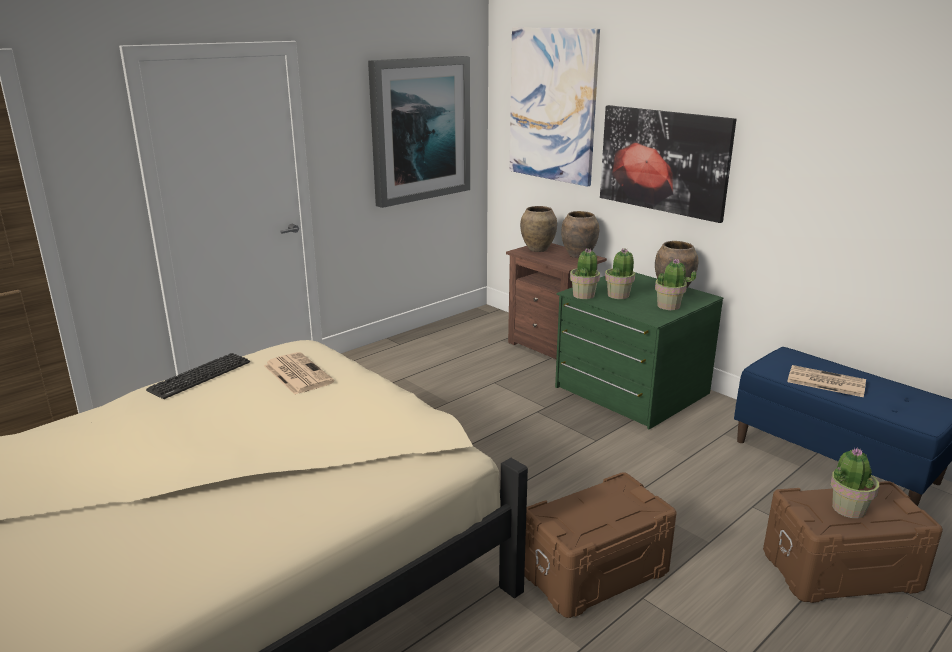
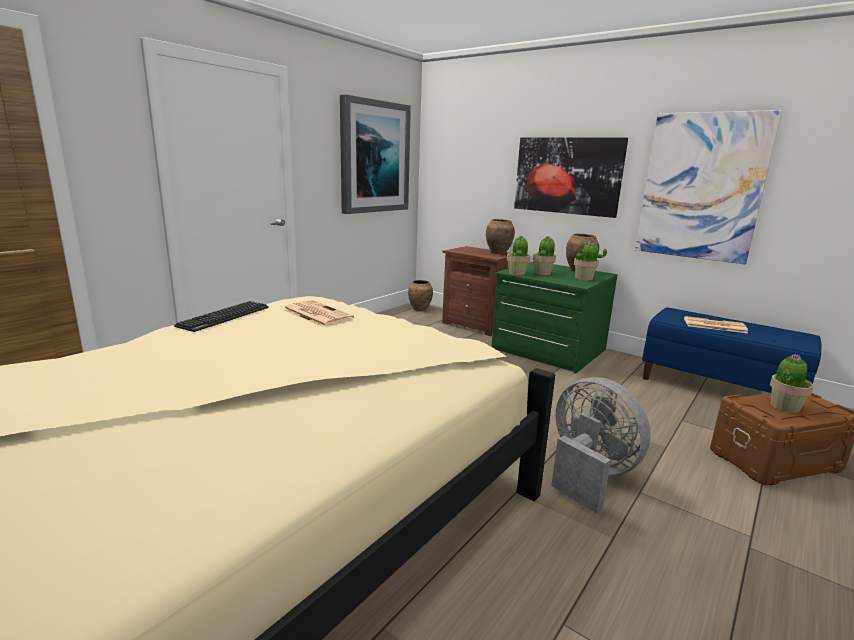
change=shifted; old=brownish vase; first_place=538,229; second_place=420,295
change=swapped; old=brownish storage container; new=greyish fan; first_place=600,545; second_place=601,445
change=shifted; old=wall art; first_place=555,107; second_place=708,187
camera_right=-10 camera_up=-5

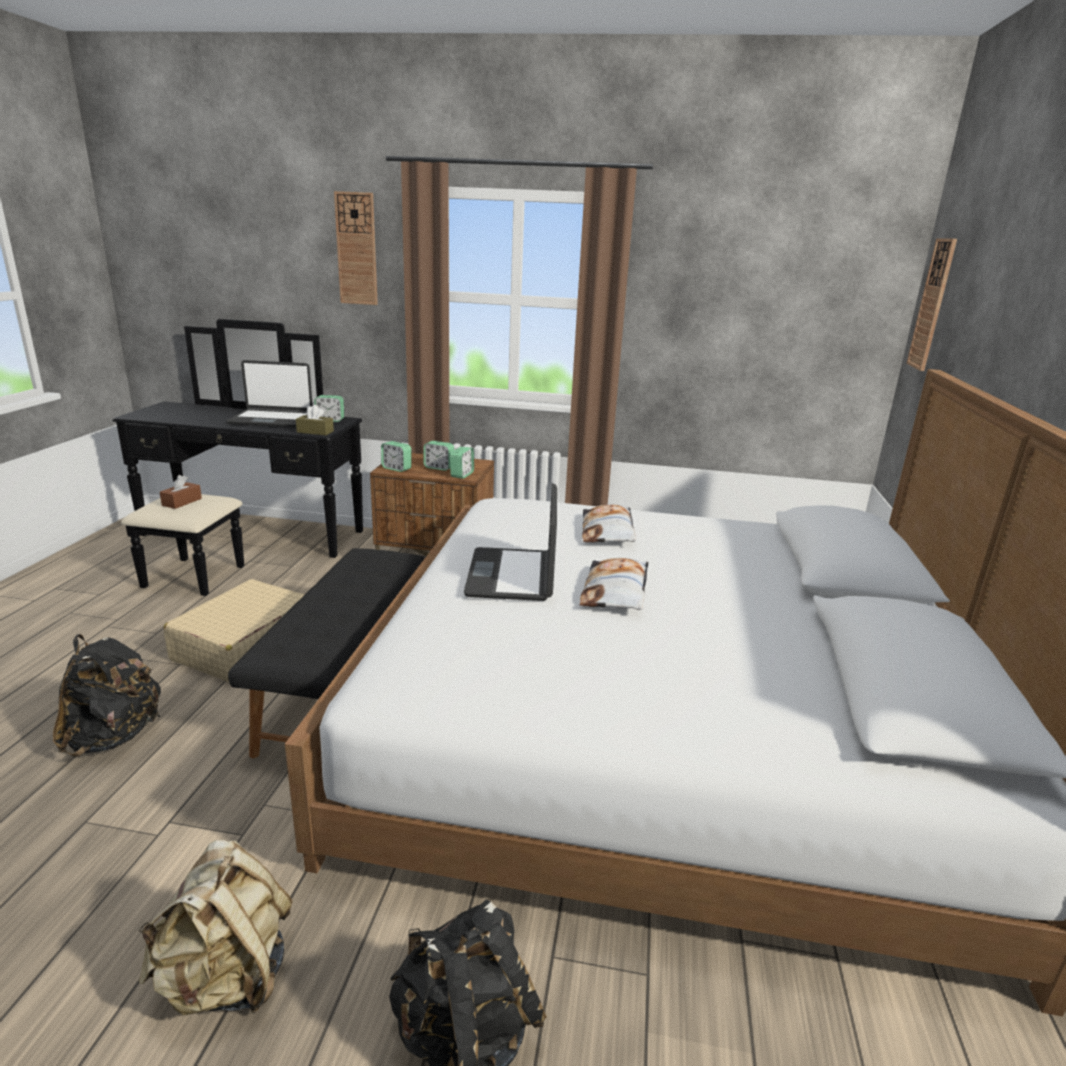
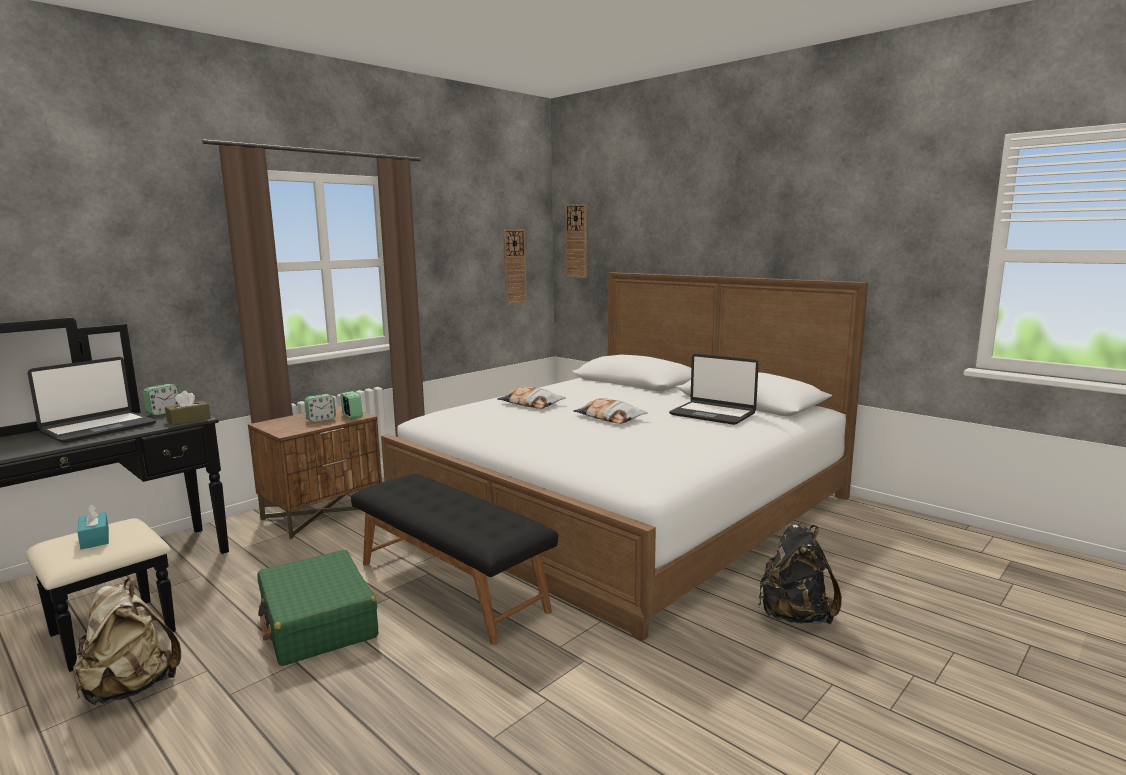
change=shifted; old=beige-coloured backpack; first_place=215,927; second_place=127,641
change=repainted; old=brownish tissue box; new=blue-green tissue box; first_place=181,492; second_place=93,526
change=repainted; old=beige-coloured travel case; new=greenish travel case; first_place=234,630; second_place=318,608
change=shifted; old=wall clock; first_place=356,248; second_place=515,267
change=shifted; old=notebook computer; first_place=510,542; second_place=714,389
change=gone; old=blackish backpack; first_place=107,695
change=gone; old=bedside clock; first_place=396,456
camera_right=-55 camera_up=-10

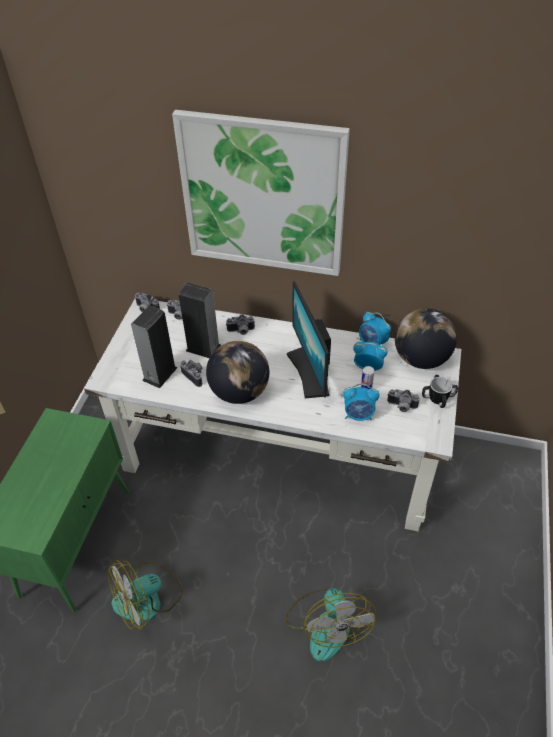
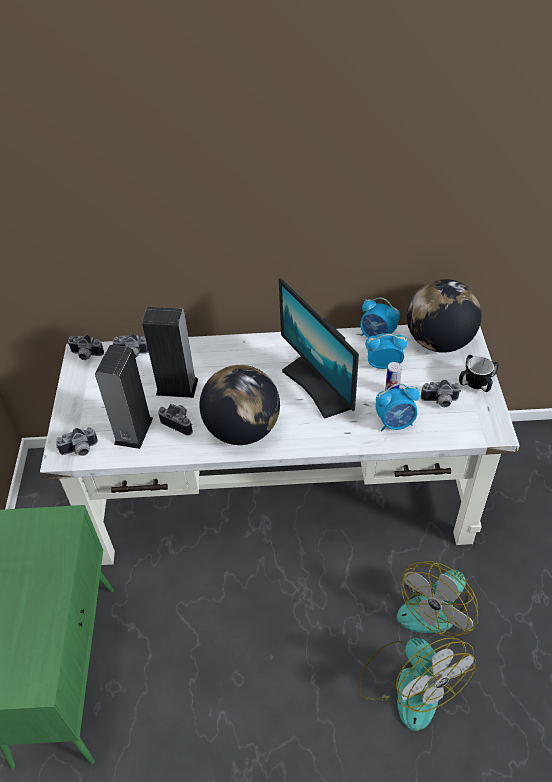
change=shifted; old=still camera; first_place=240,324; second_place=77,441
change=shifted; old=fan; first_place=145,595; second_place=437,599
change=gone; old=wall art; first_place=261,193
camera_right=-15 camera_up=0

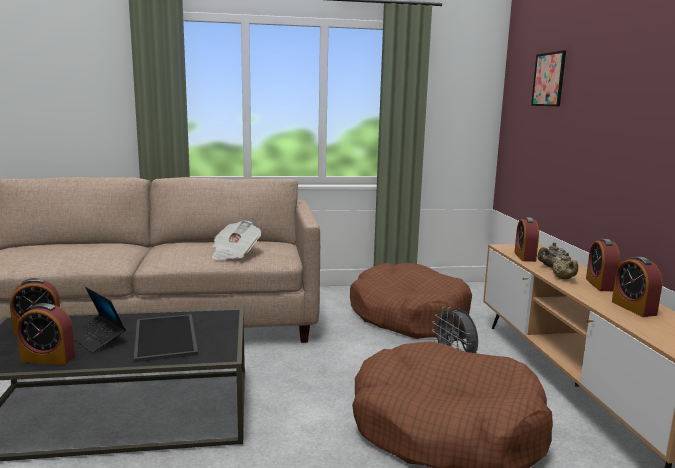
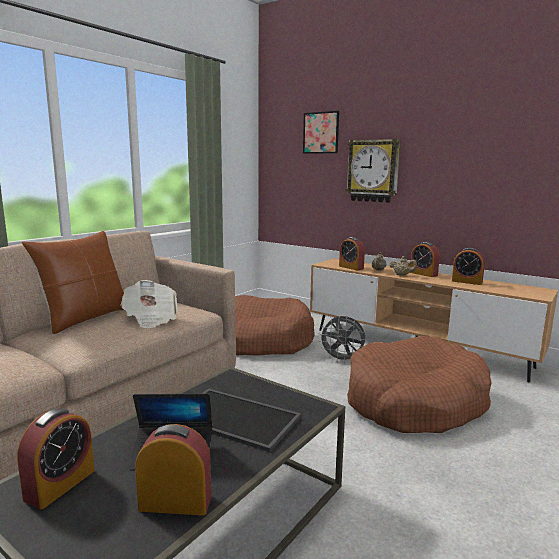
change=new; new=brownish pillow; second_place=73,282
change=rotated; old=bedside clock; first_place=46,334; second_place=173,470; degrees=-135
change=new; new=wall clock; second_place=373,171
camera_right=-45 camera_up=0

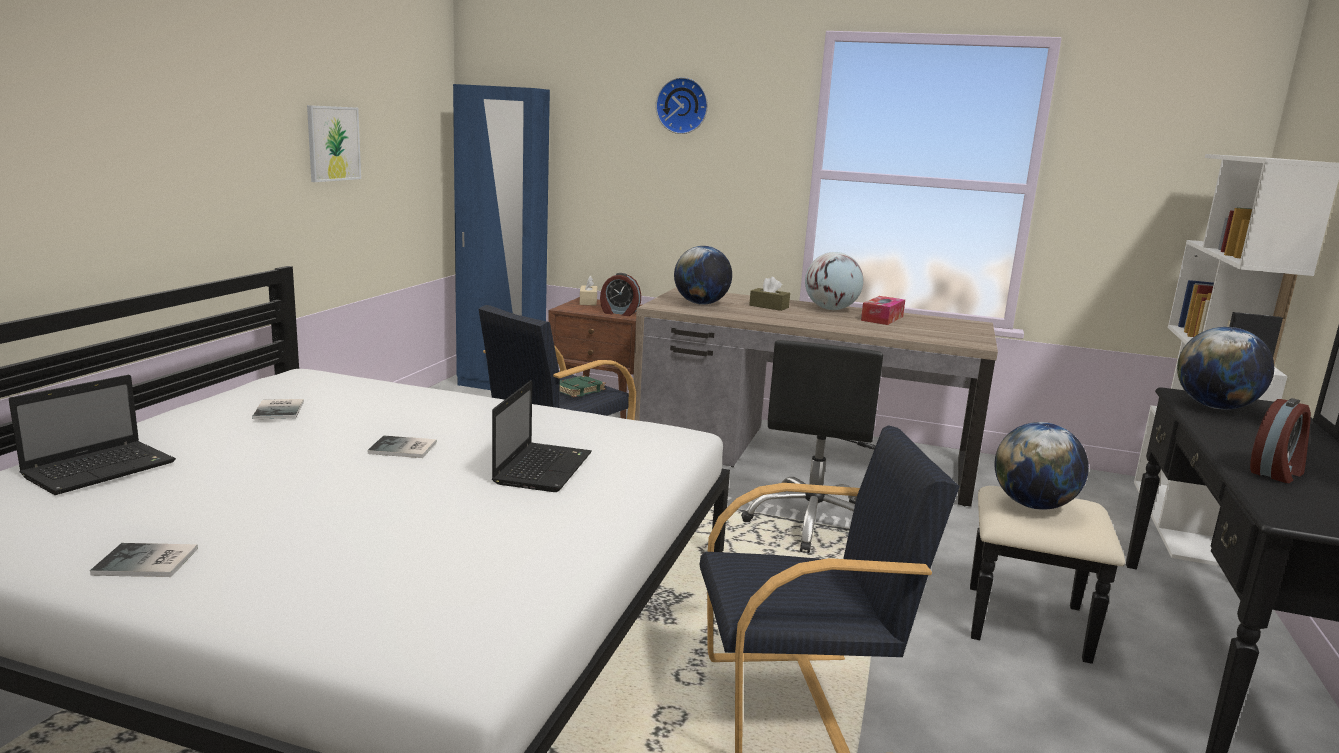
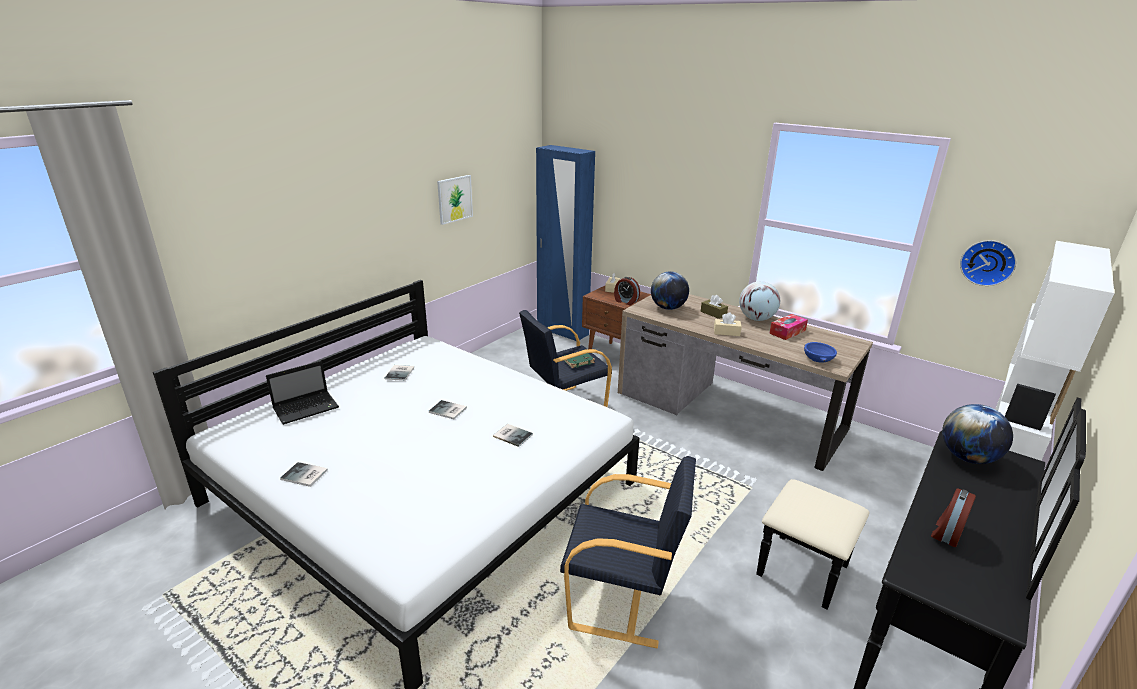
change=swapped; old=notebook computer; new=bound book; first_place=542,436; second_place=513,435
change=new; new=beige-coloured tissue box; second_place=728,324
change=new; new=bluish serving bowl; second_place=820,352
change=rotated; old=bedside clock; first_place=1280,440; second_place=953,517; degrees=150
change=shifted; old=wall clock; first_place=682,105; second_place=988,263
change=gone; old=blackish computer chair; first_place=812,446
change=gone; old=desk globe; first_place=1042,466
camera_right=20 camera_up=10

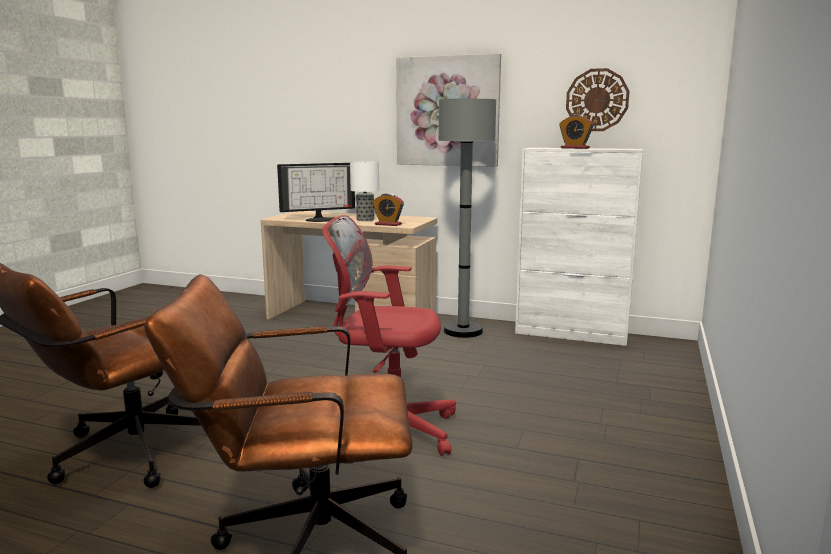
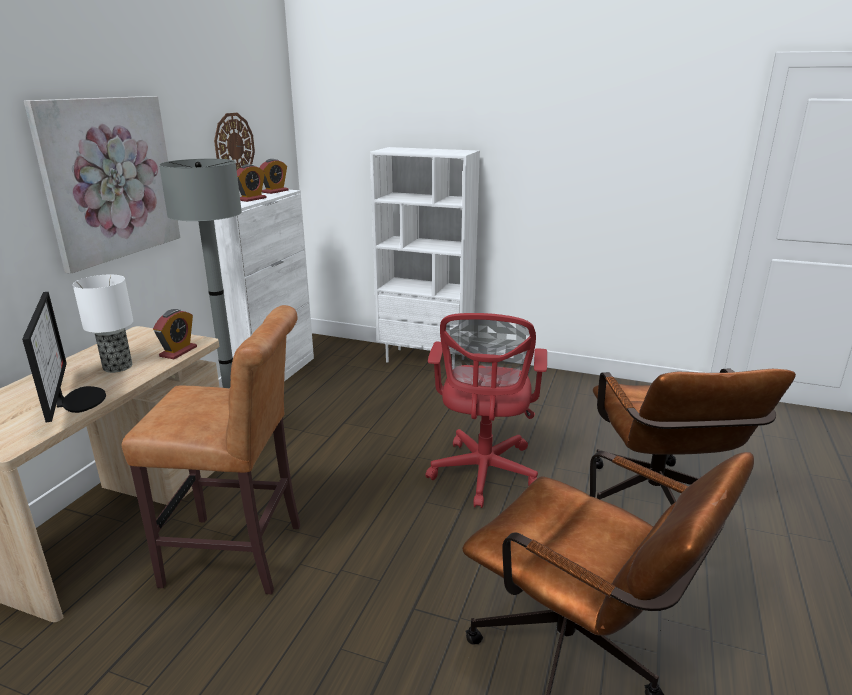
change=new; new=brownish stool; second_place=211,449
change=new; new=bedside clock; second_place=274,176
change=new; new=whitish bookshelf; second_place=425,255
camera_right=-90 camera_up=10

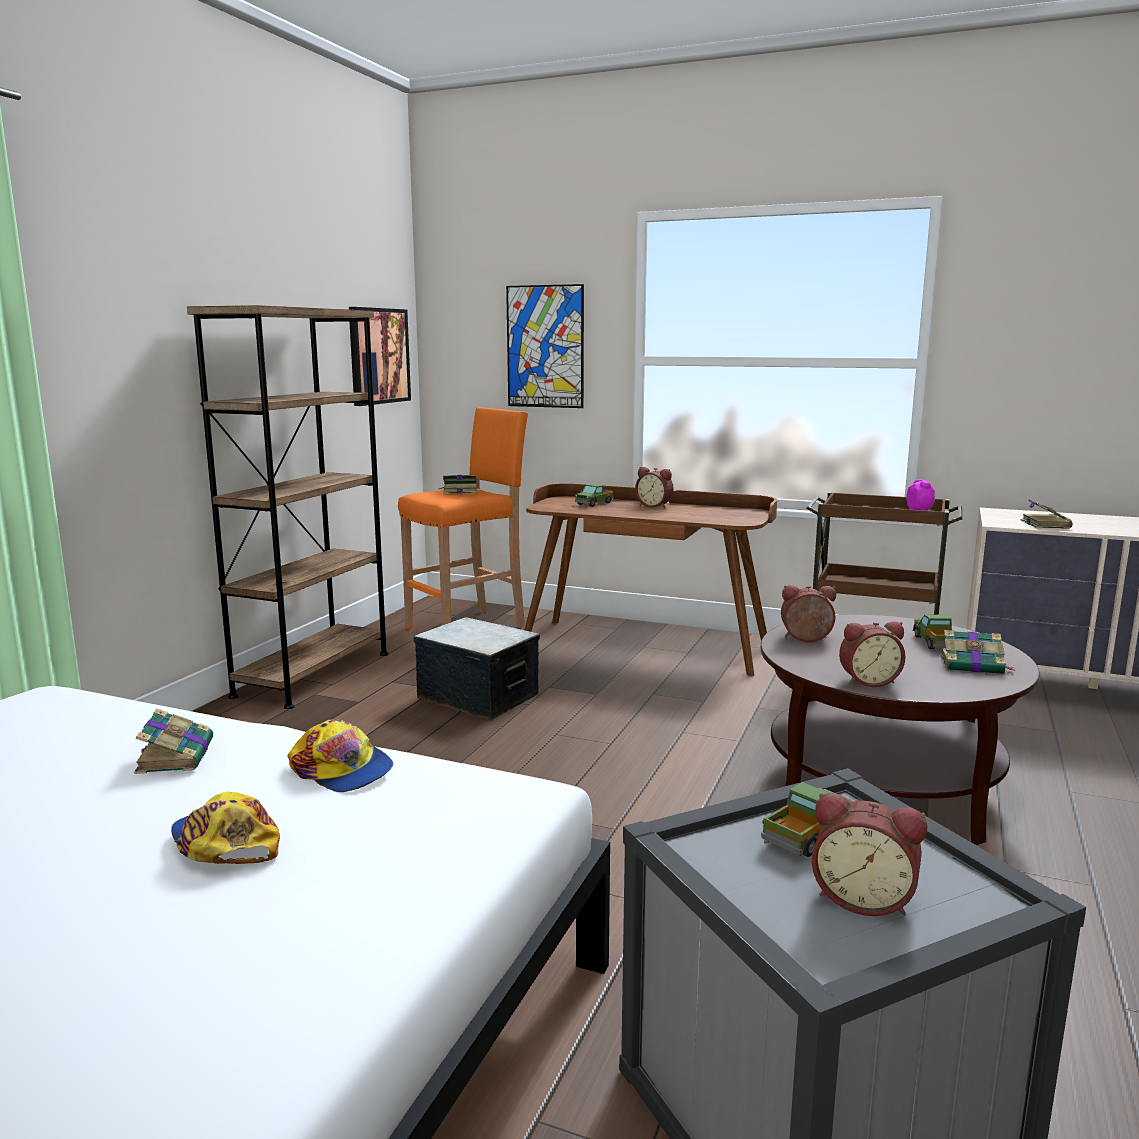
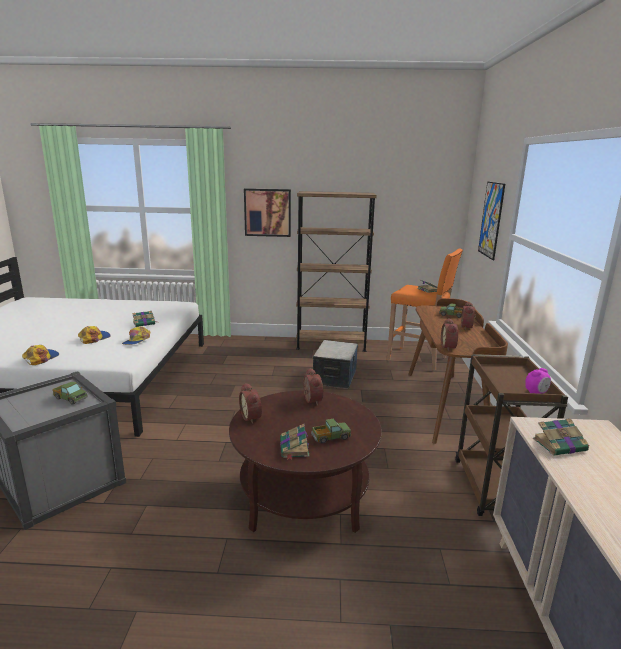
change=new; new=peaked cap; second_place=40,355
change=shifted; old=wall art; first_place=380,356; second_place=267,212
change=shifted; old=bedside clock; first_place=869,854; second_place=449,334
camera_right=70 camera_up=5

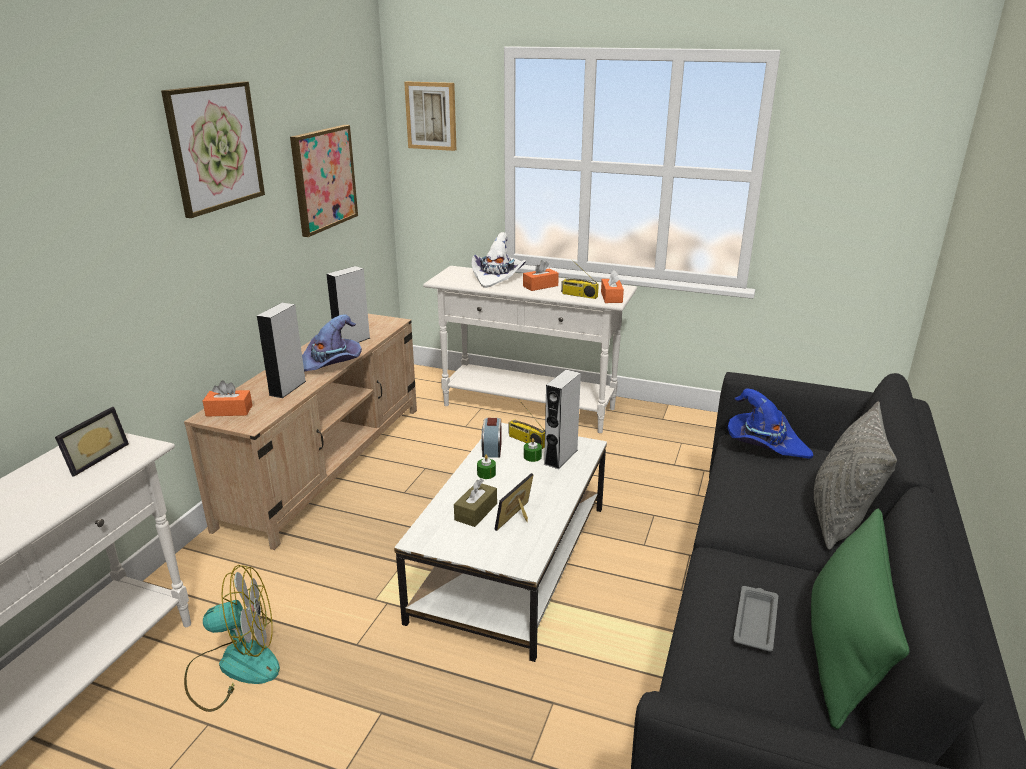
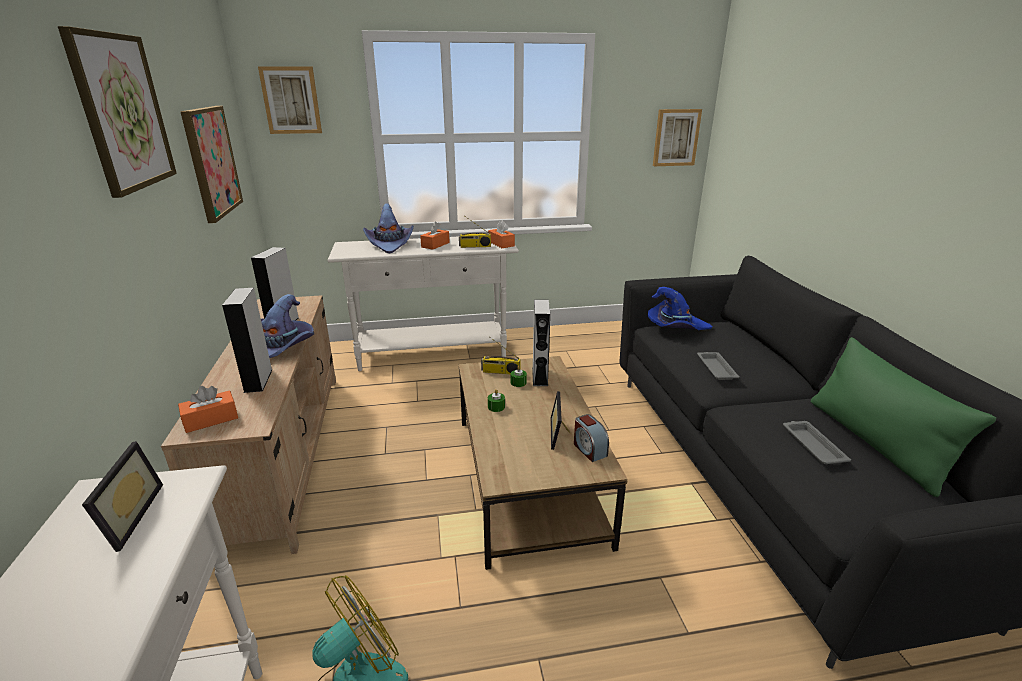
change=repainted; old=whitish wearable hat; new=purple wearable hat; first_place=498,260; second_place=388,228
change=repainted; old=whitish low table; new=brownish low table; first_place=500,542; second_place=543,463
change=shifted; old=bedside clock; first_place=491,438; second_place=591,438
change=new; new=wall art; second_place=677,137
change=new; new=greyish carrying tray; second_place=718,366
change=gone; old=brownish tissue box; first_place=475,502
change=gone; old=greyish pillow; first_place=855,475
camera_right=-30 camera_up=0

